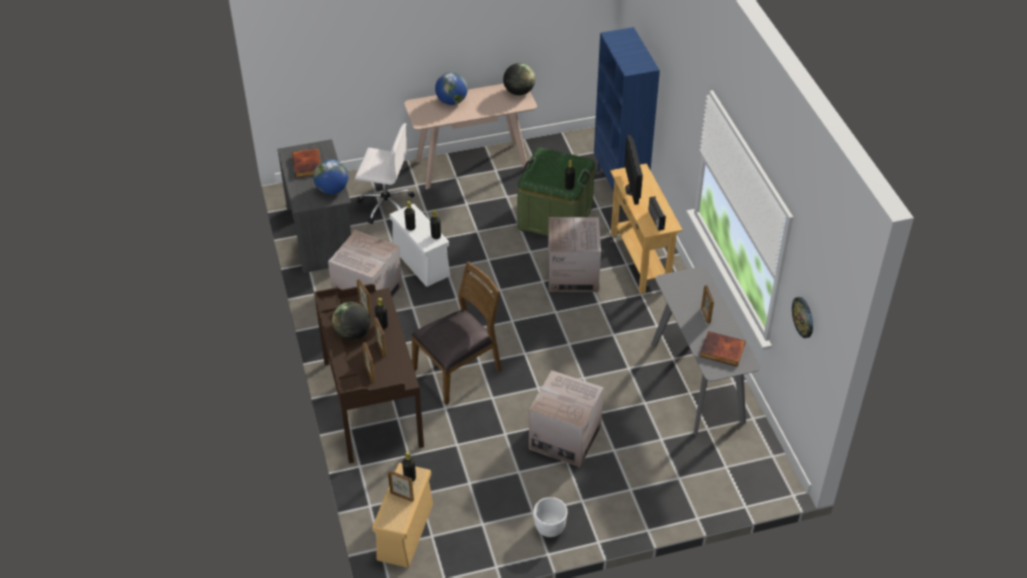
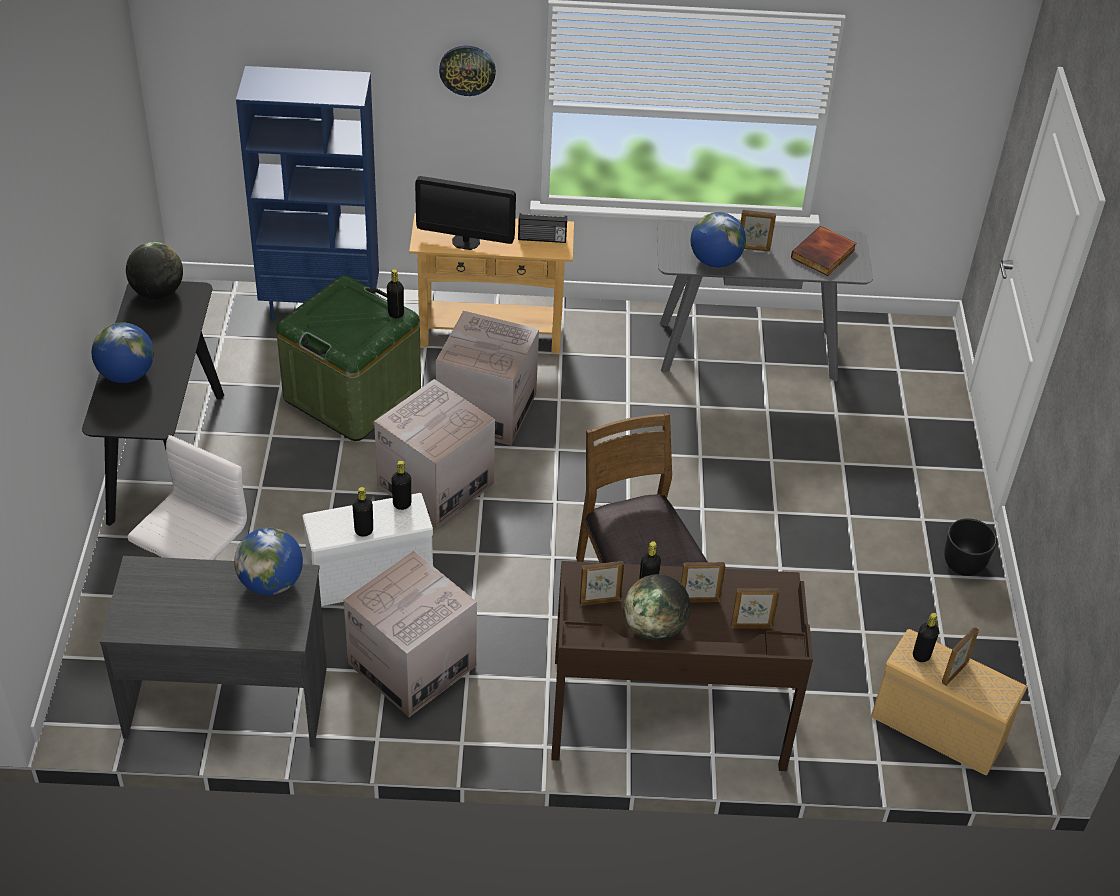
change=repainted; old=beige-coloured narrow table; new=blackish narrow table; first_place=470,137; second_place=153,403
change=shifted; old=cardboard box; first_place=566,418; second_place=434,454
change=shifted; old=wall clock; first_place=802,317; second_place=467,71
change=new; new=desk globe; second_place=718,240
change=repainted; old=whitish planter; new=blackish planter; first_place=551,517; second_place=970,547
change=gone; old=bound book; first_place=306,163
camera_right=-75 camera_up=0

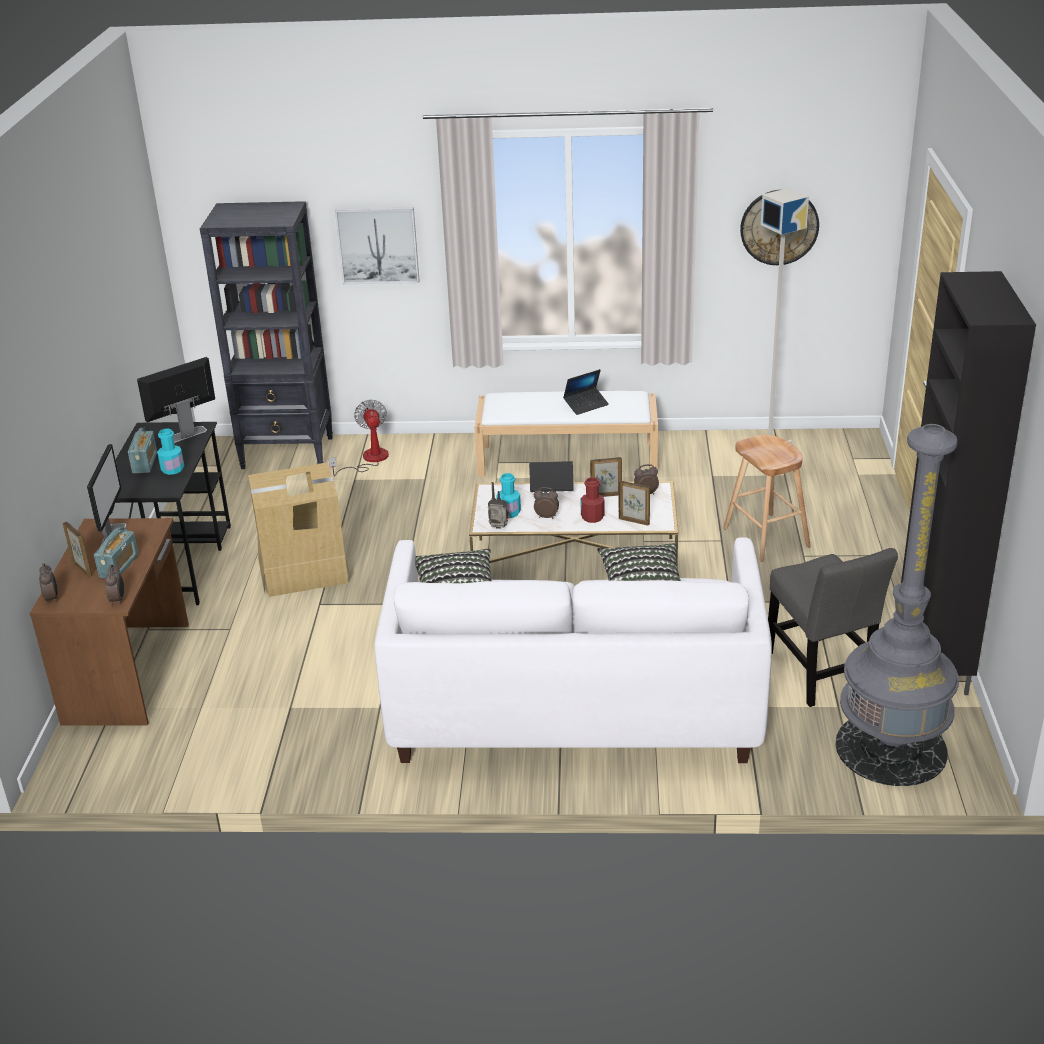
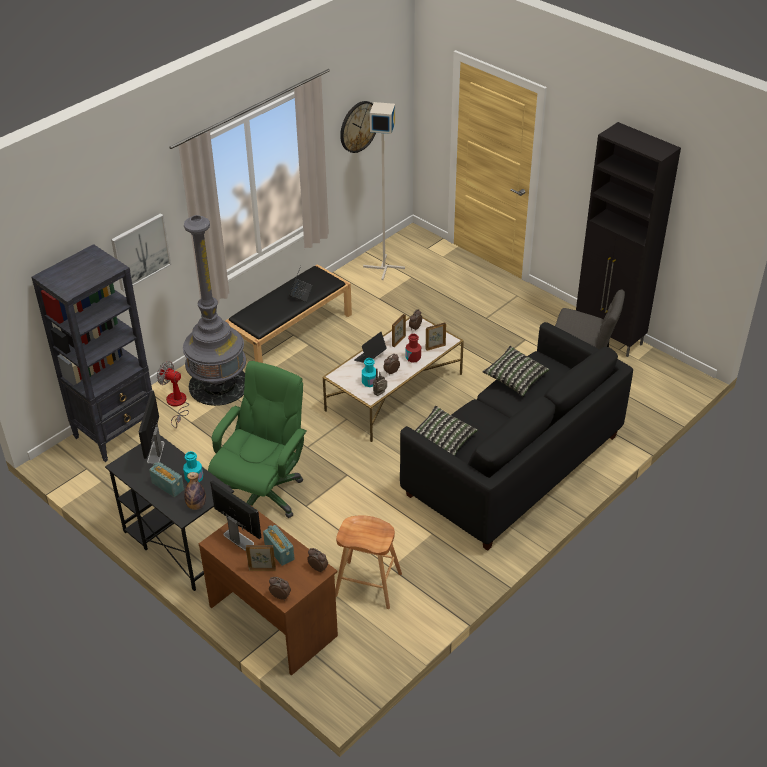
change=shifted; old=greyish floor lamp; first_place=897,605; second_place=214,310
change=new; new=bottle; second_place=195,491
change=swapped; old=cardboard box; new=greenish computer chair; first_place=299,530; second_place=257,439
change=repainted; old=whitish indoor bench; new=blackish indoor bench; first_place=566,434; second_place=289,313
change=shifted; old=brownish stool; first_place=767,498; second_place=368,562
change=repainted; old=whitish settee; new=blackish settee; first_place=573,650; second_place=516,436
camera_right=-50 camera_up=10

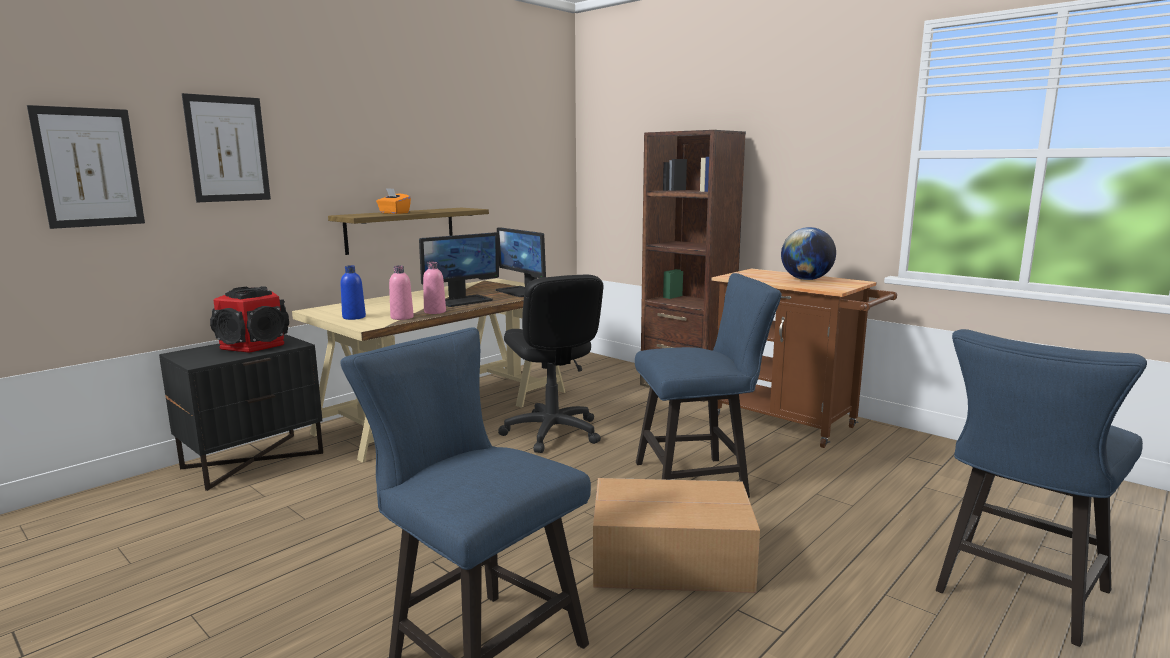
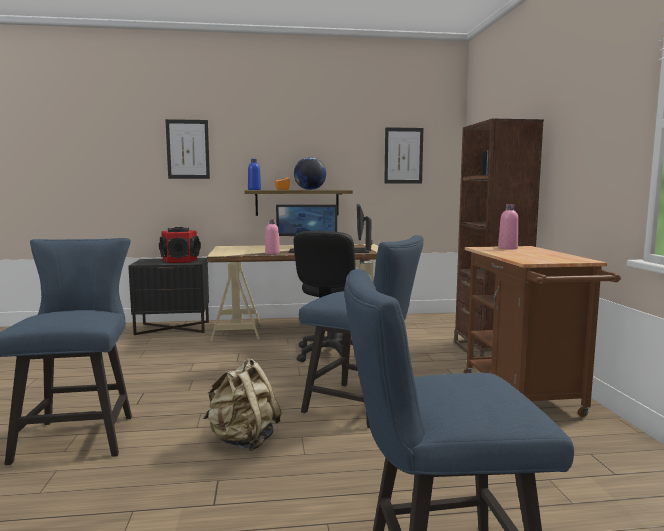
change=swapped; old=cardboard box; new=beige-coloured backpack; first_place=676,535; second_place=242,404
change=shifted; old=bluish bottle; first_place=353,292; second_place=254,174
change=shifted; old=desk globe; first_place=808,253; second_place=310,173
change=shifted; old=wall art; first_place=86,167; second_place=403,155
change=shifted; old=pink bottle; first_place=401,292; second_place=508,227
camera_right=40 camera_up=-5

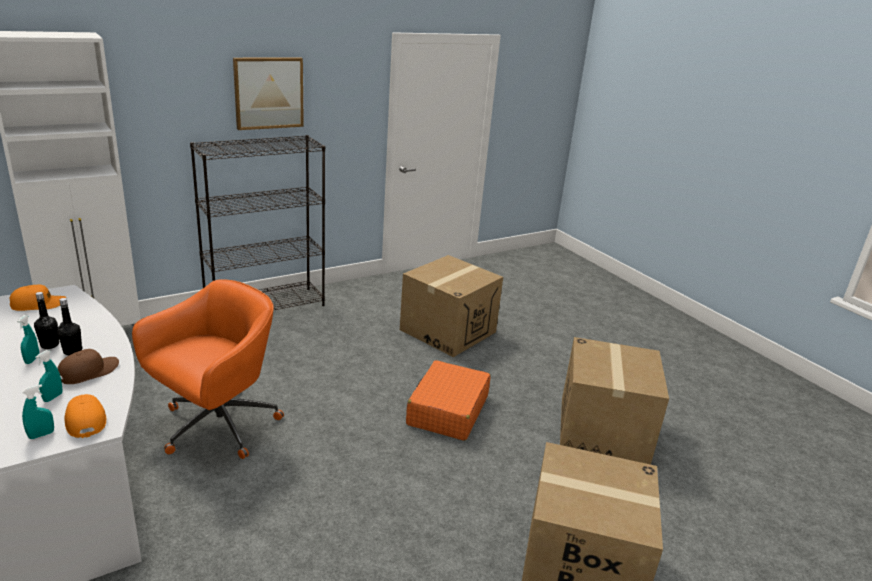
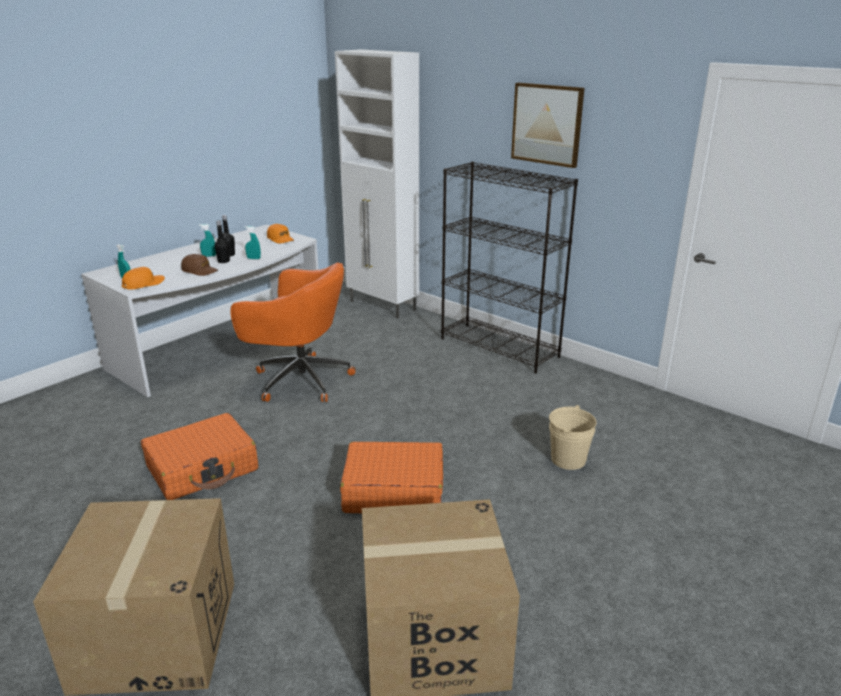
change=new; new=orange travel case; second_place=199,456
change=shifted; old=blue-green hand sprayer; first_place=48,376; second_place=253,242
change=swapped; old=cardboard box; new=beige-coloured bucket; first_place=451,306; second_place=573,437
camera_right=75 camera_up=0

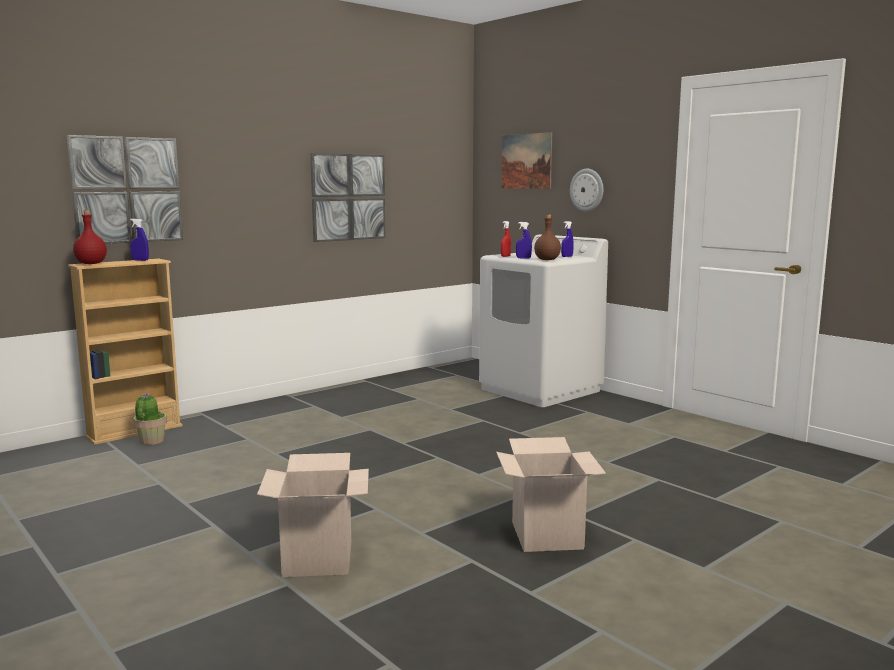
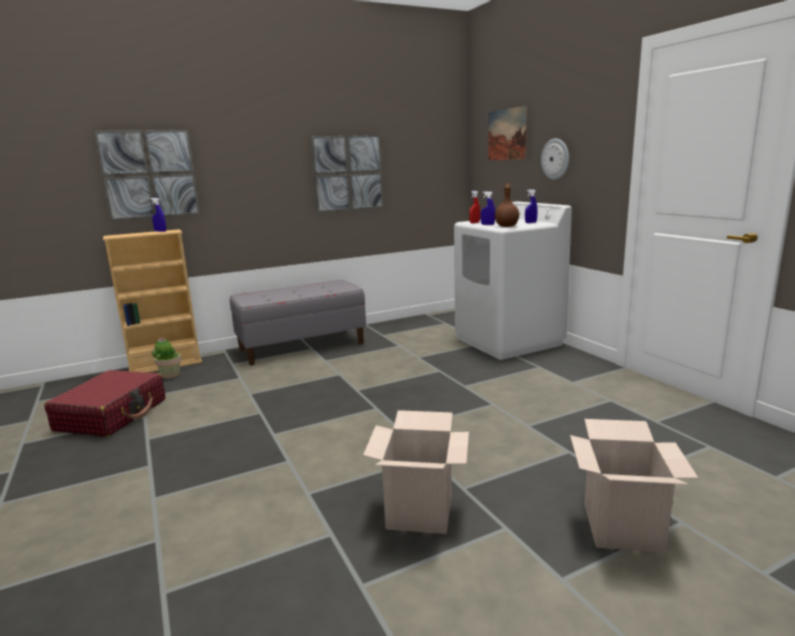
change=new; new=red-coloured travel case; second_place=104,403
change=new; new=greyish indoor bench; second_place=298,322
change=shifted; old=cardboard box; first_place=313,515; second_place=634,486
change=gone; old=red-coloured bottle; first_place=90,237
camera_right=15 camera_up=5

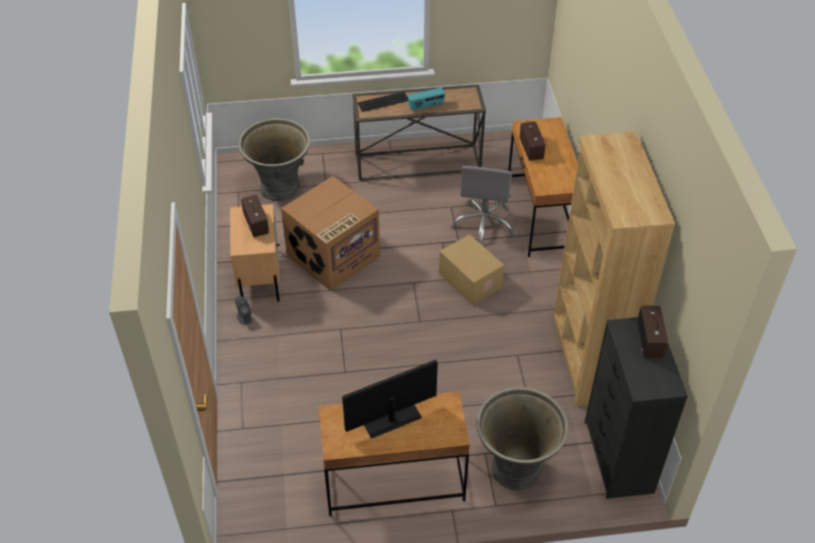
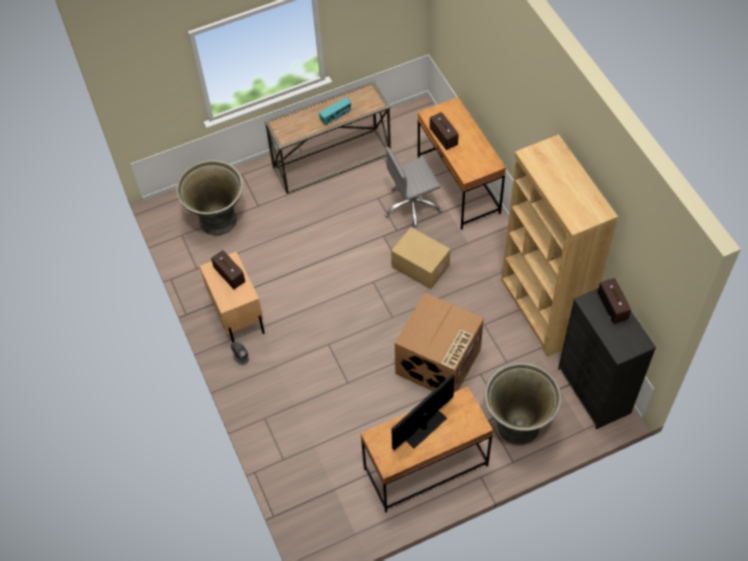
change=rotated; old=greyish computer chair; first_place=483,205; second_place=413,189; degrees=75
change=shifted; old=cardboard box; first_place=330,233; second_place=439,342
change=gone; old=PC keyboard; first_place=382,102
camera_right=-15 camera_up=10

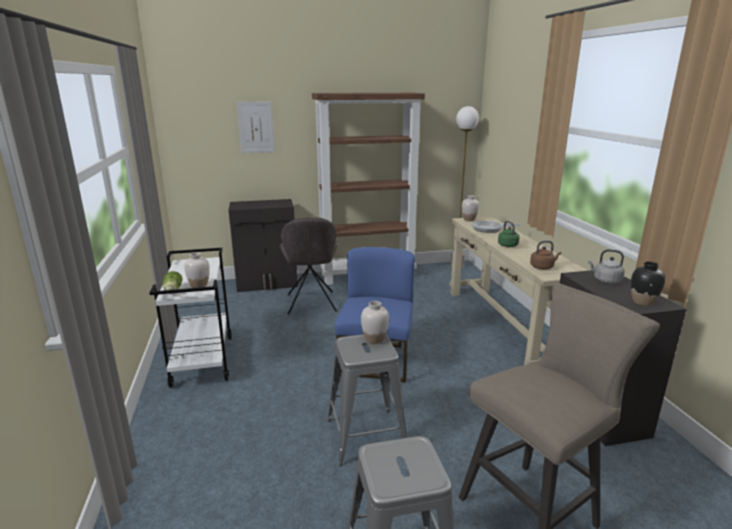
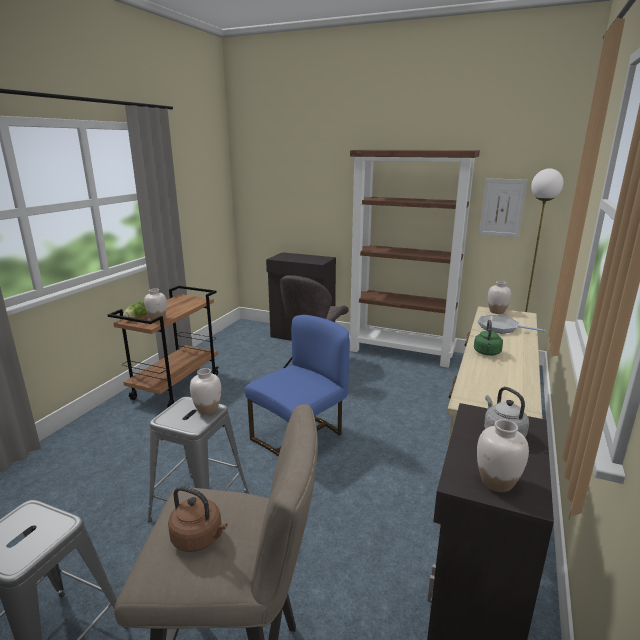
change=repainted; old=whitish cart; new=brownish cart; first_place=190,318; second_place=162,347
change=shifted; old=brownish kettle; first_place=545,255; second_place=197,519
change=repainted; old=blackish vase; new=whitish vase; first_place=648,283; second_place=503,455
change=shifted; old=wall art; first_place=256,127; second_place=503,207
camera_right=35 camera_up=0

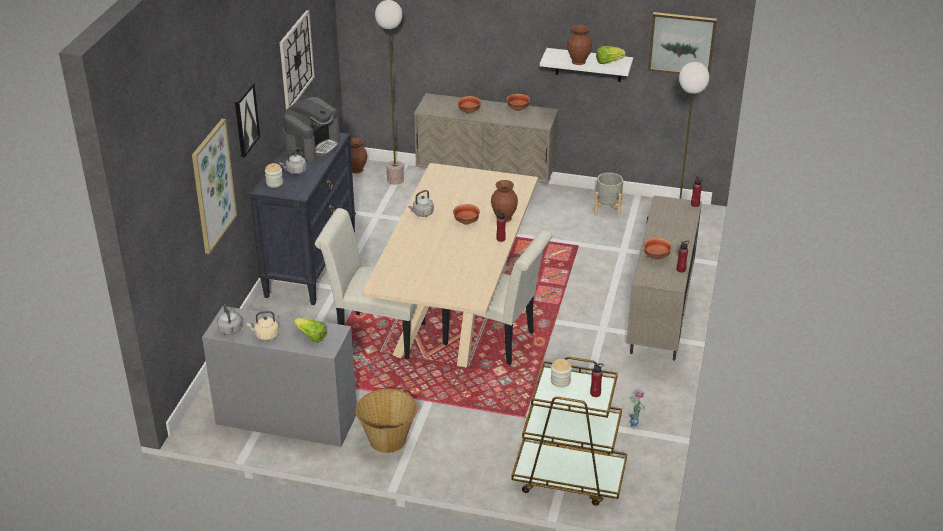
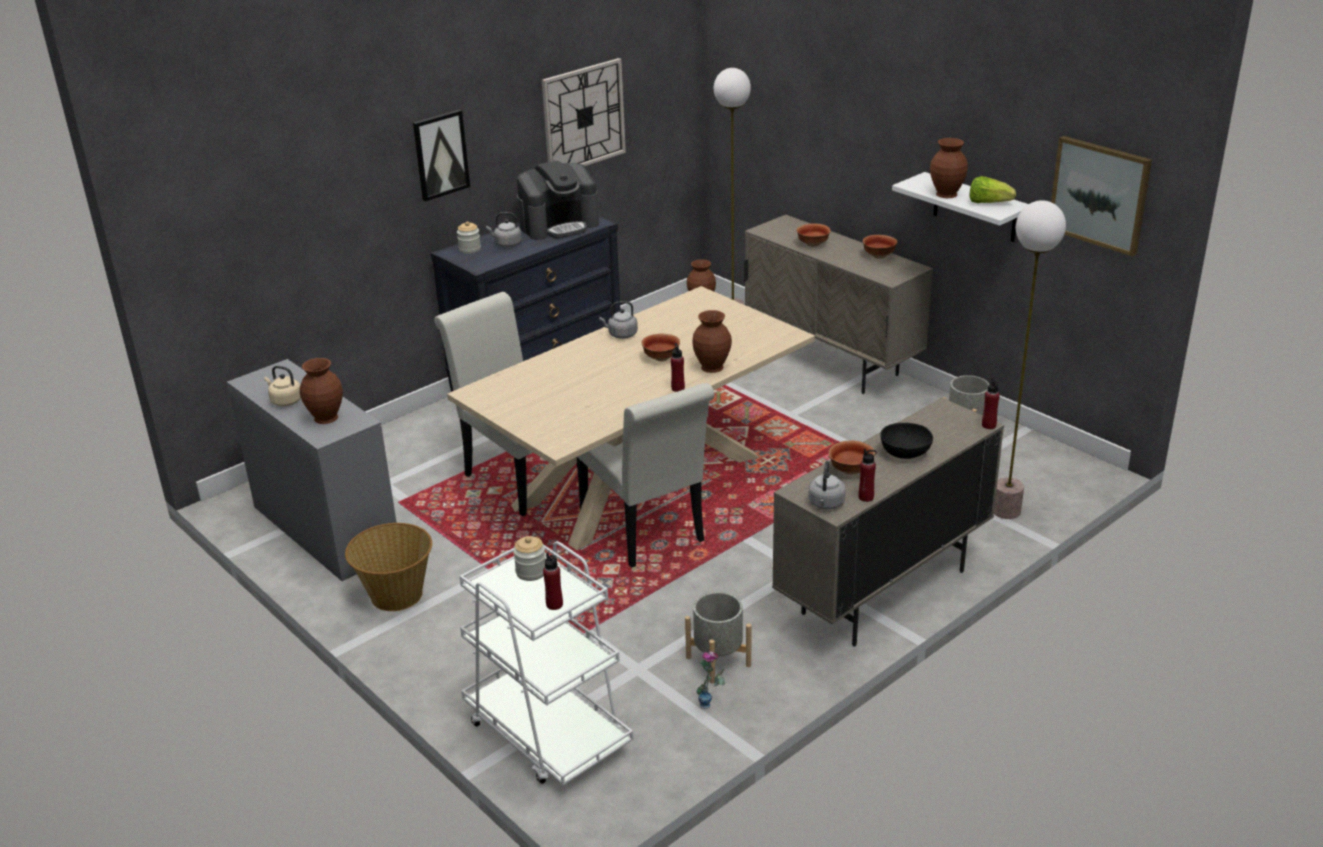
change=swapped; old=lettuce head; new=brownish vase; first_place=310,330; second_place=321,391
change=repainted; old=brownish cart; new=whitish cart; first_place=569,431; second_place=546,663
change=new; new=greyish planter; second_place=718,638
change=shifted; old=greyish kettle; first_place=229,319; second_place=827,485
change=new; new=blackish serving bowl; second_place=906,441
change=gone; old=wall art; first_place=214,186
camera_right=35 camera_up=-5

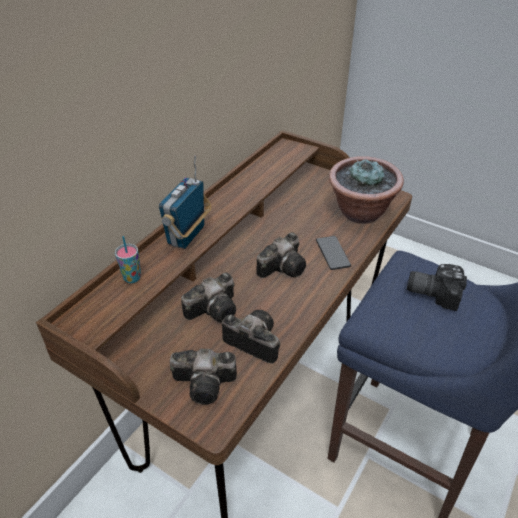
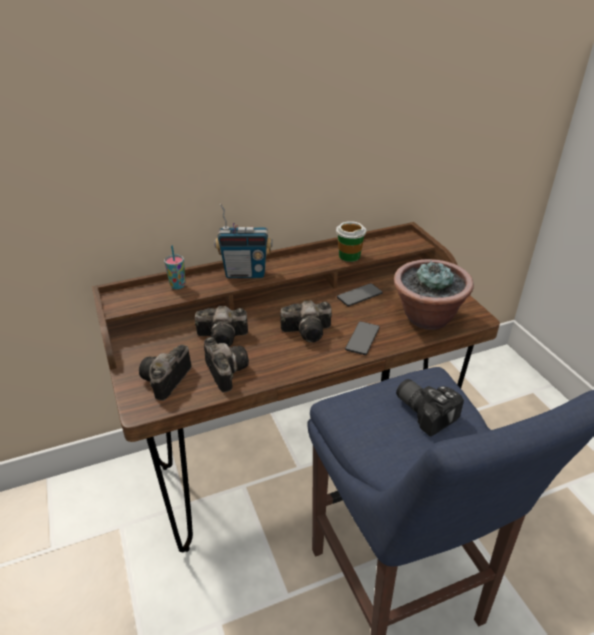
change=rotated; old=still camera; first_place=203,376; second_place=165,373; degrees=75
change=rotated; old=radio set; first_place=185,202; second_place=243,240; degrees=-150
change=new; new=small cup; second_place=351,241
change=new; new=telephone; second_place=360,294
camera_right=35 camera_up=-5

